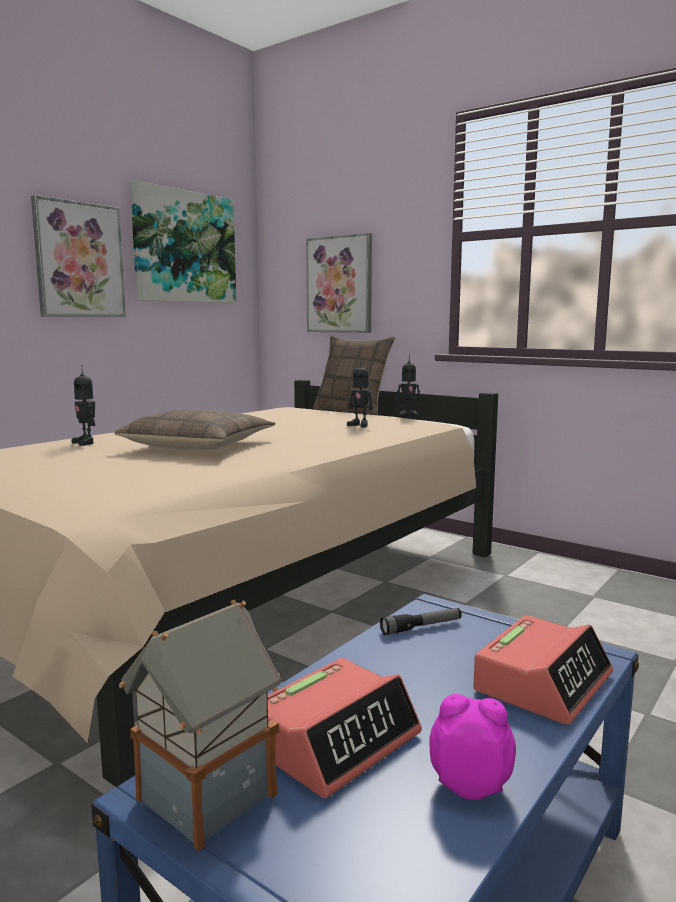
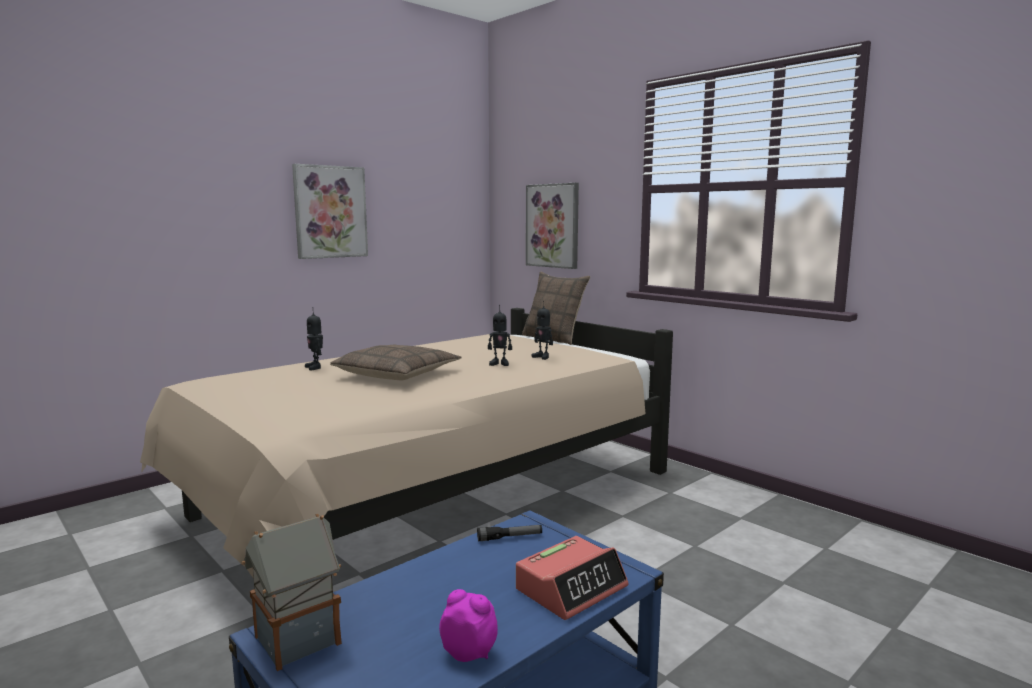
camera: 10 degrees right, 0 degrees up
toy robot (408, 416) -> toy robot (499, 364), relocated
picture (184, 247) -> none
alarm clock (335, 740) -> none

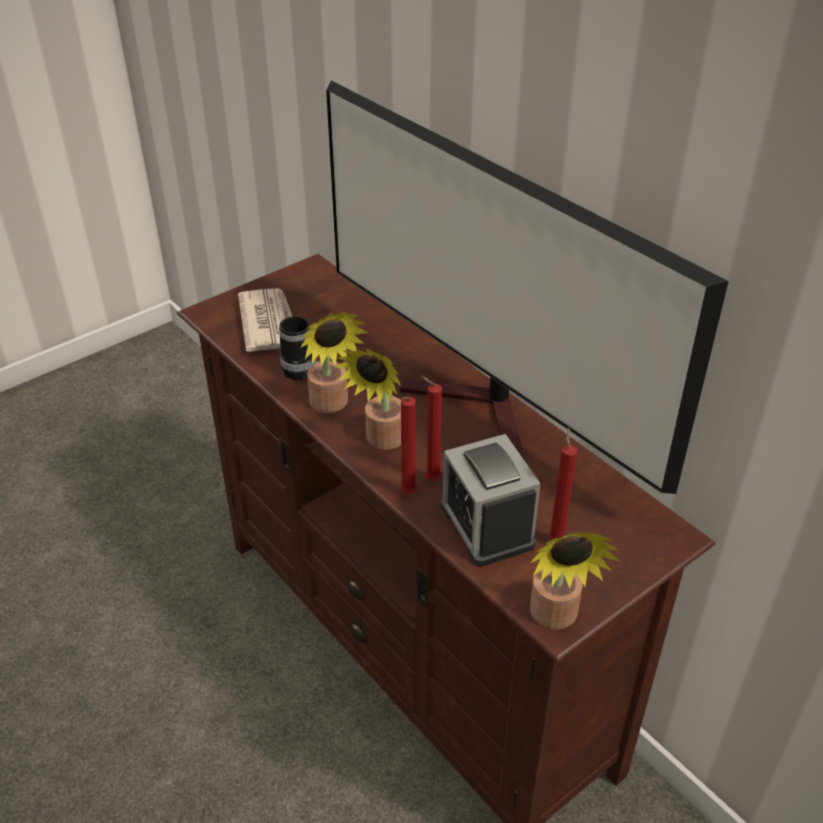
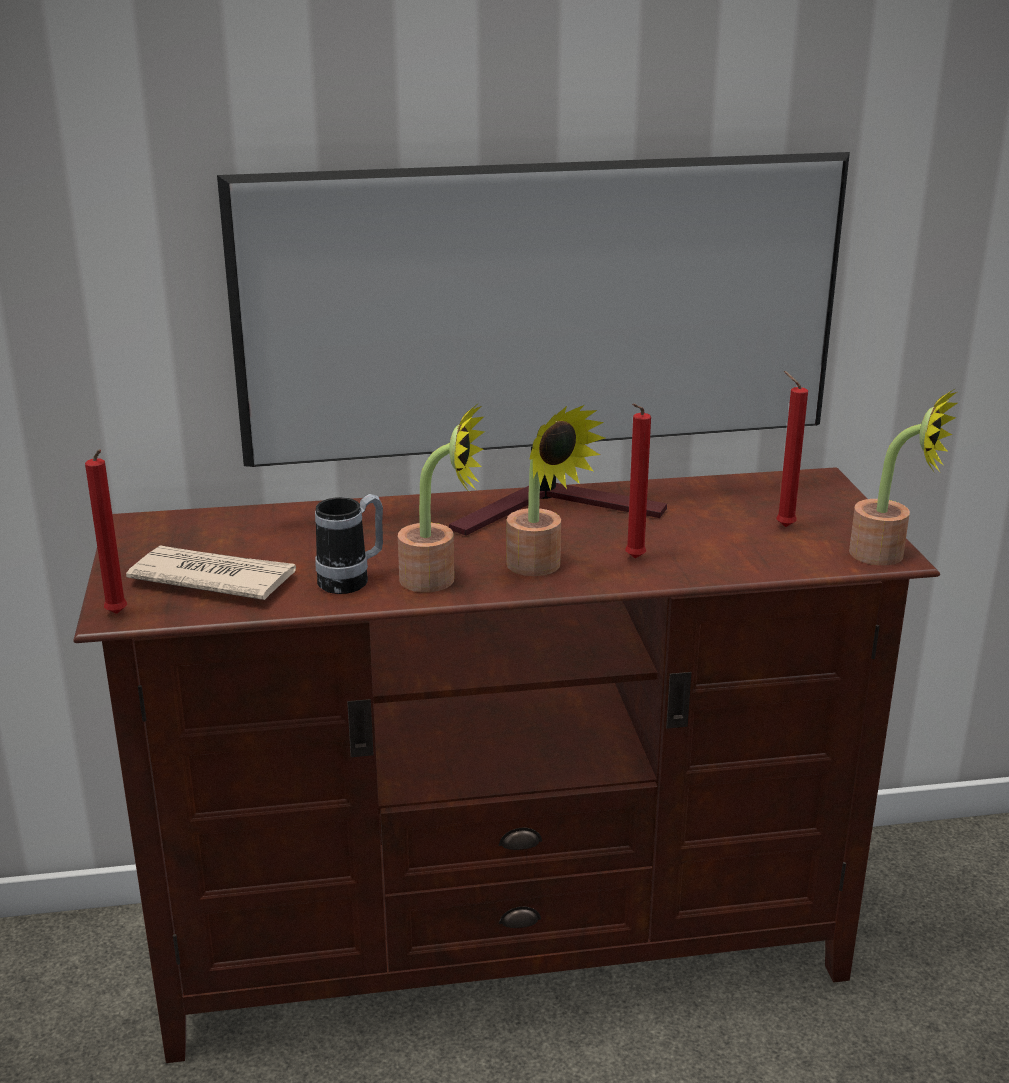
camera: 60 degrees left, 15 degrees down
red candle (407, 494) -> red candle (118, 615), relocated
alarm clock (487, 525) -> none

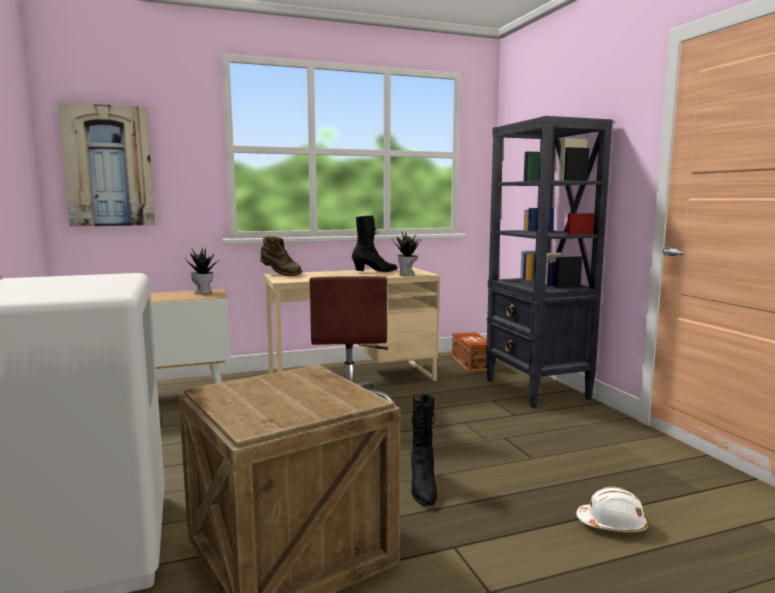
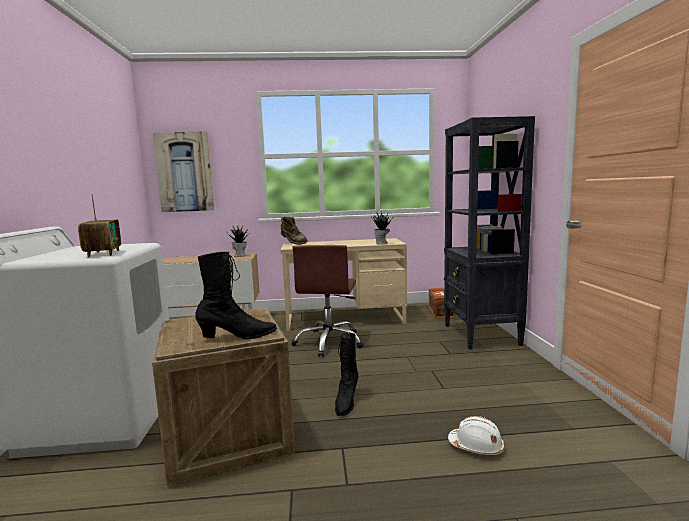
camera: 15 degrees right, 0 degrees up
none -> radio (103, 254)
black boot (375, 272) -> black boot (238, 336), relocated

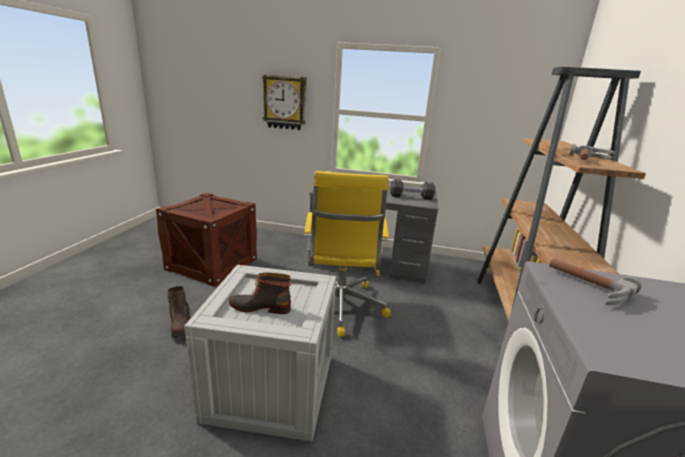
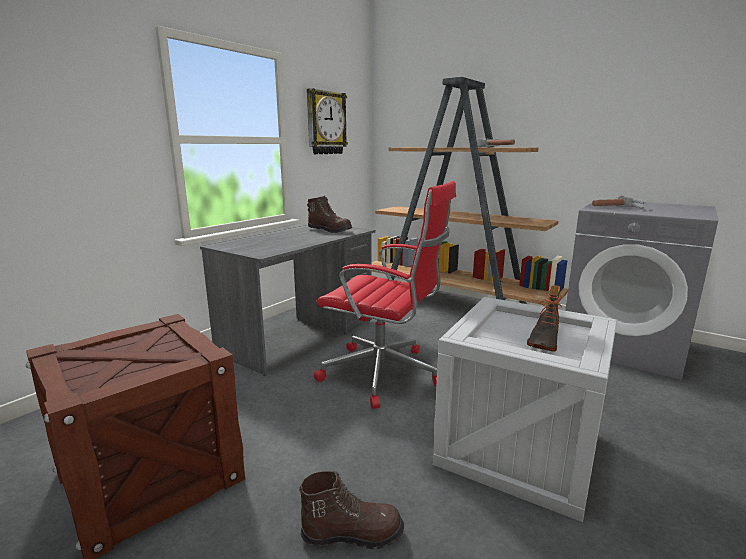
camera: 65 degrees left, 5 degrees down
wall clock (285, 103) -> wall clock (325, 123), relocated
black dumbbell (411, 197) -> brown boot (330, 230)
yellow office chair (340, 307) -> red office chair (384, 374)

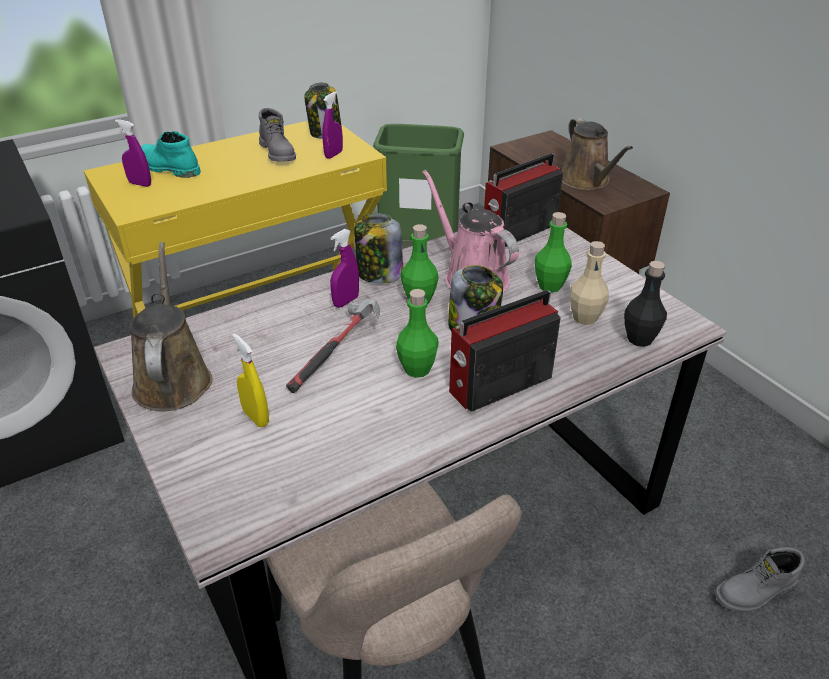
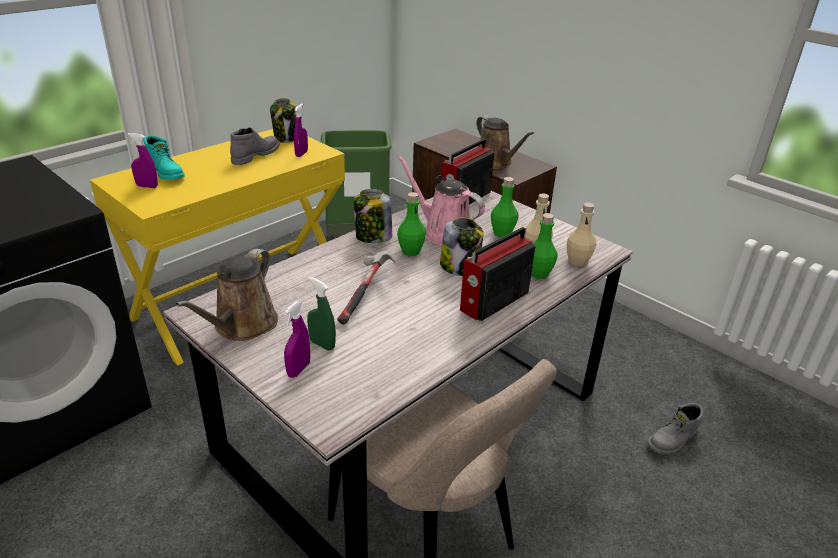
camera: 15 degrees left, 5 degrees down
turquoise boot (168, 168) -> turquoise boot (166, 173), 150 degrees counterclockwise
brown watering can (173, 378) -> brown watering can (242, 326), 135 degrees counterclockwise
grey boot (278, 153) -> grey boot (255, 155), 105 degrees counterclockwise
purple spray bottle (346, 301) -> purple spray bottle (298, 370), relocated
yellow spray bottle (256, 417) -> green spray bottle (322, 344)
green bottle (417, 369) -> green bottle (539, 274), relocated
black bottle (639, 339) -> beige bottle (577, 262)

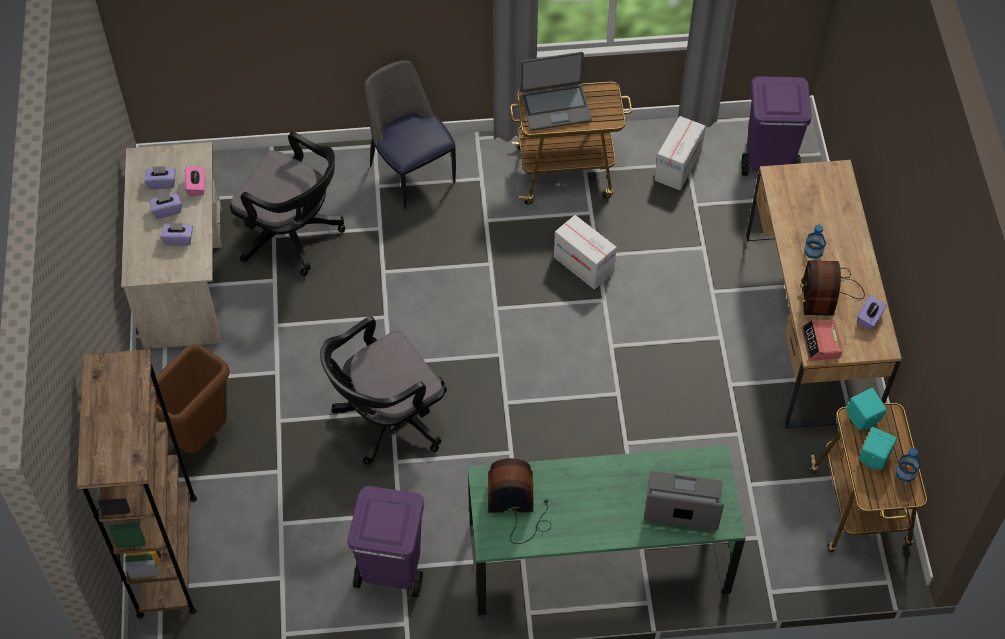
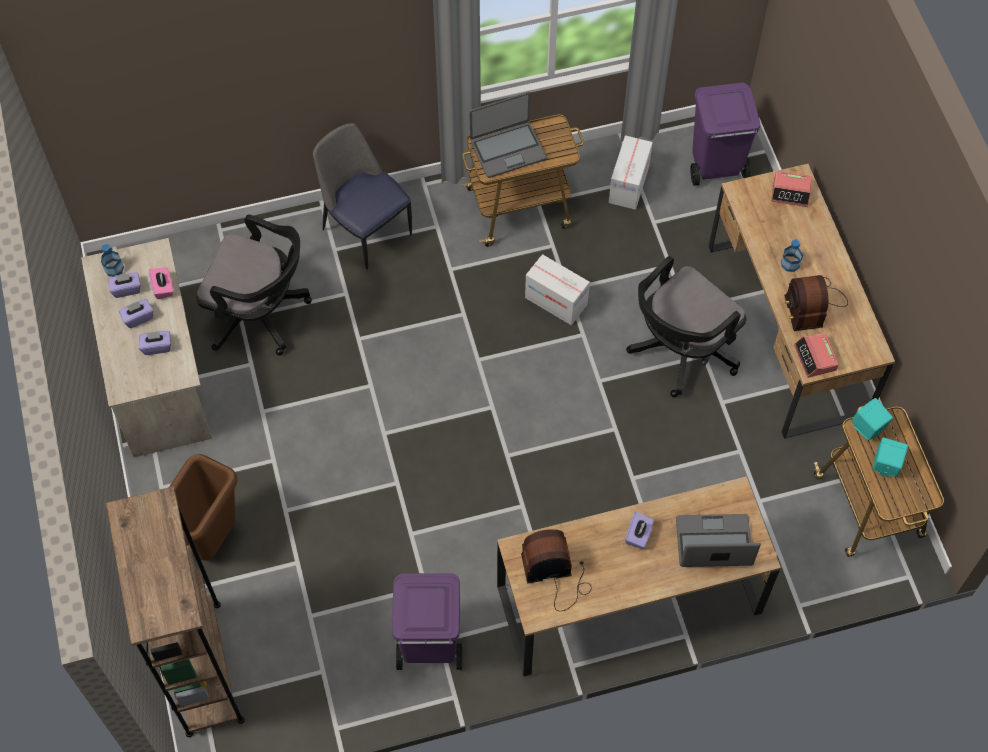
camera: 10 degrees left, 5 degrees up
bottle (905, 473) -> bottle (114, 269), relocated
green desk (598, 558) -> brown desk (629, 599)
purple tissue box (869, 318) -> purple tissue box (638, 535), relocated
black office chair (387, 420) -> black office chair (680, 352), relocated
none -> alarm clock (791, 192)

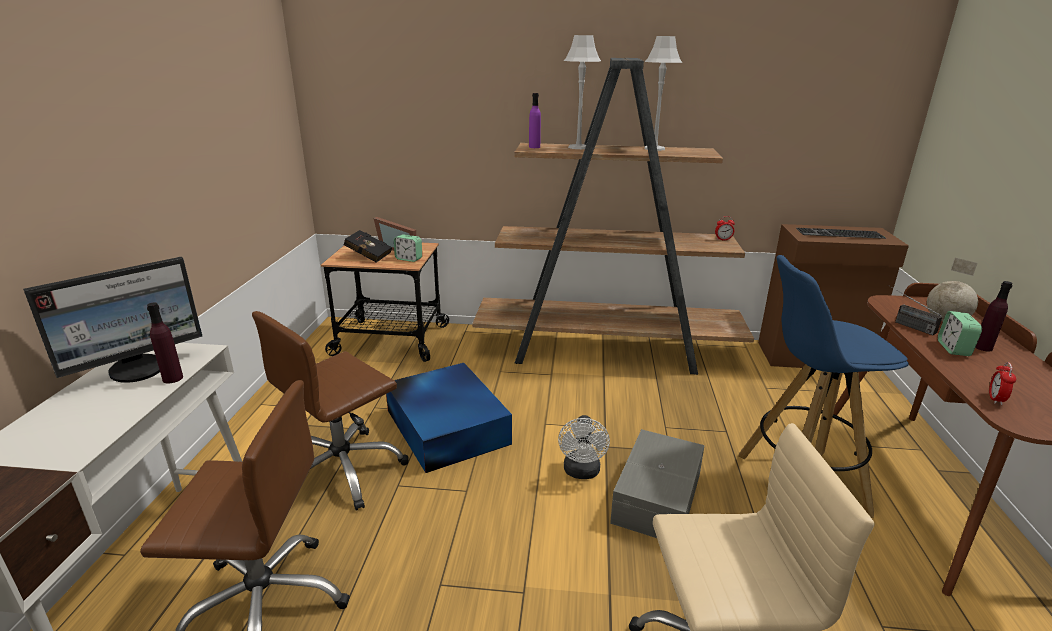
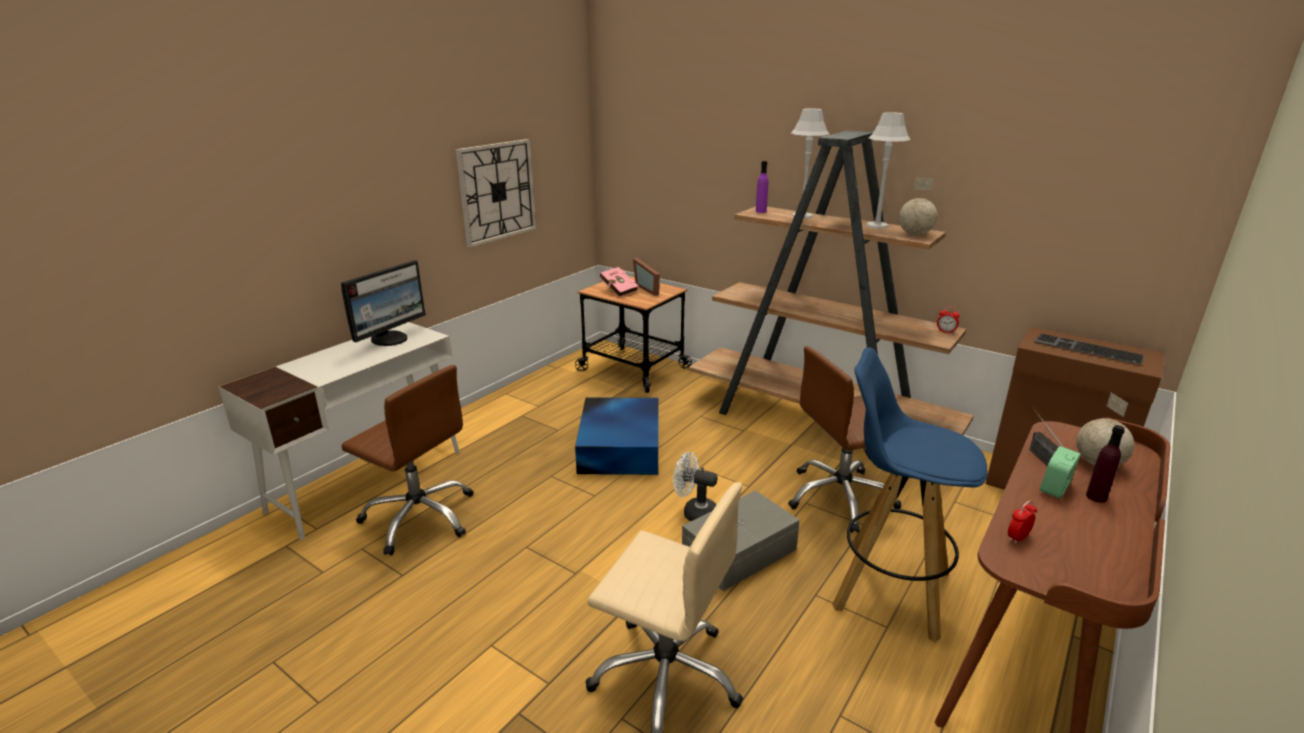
camera: 30 degrees right, 0 degrees up
monitor (138, 369) -> monitor (390, 339), 45 degrees counterclockwise
none -> wall clock (497, 191)
black book (367, 256) -> pink book (618, 290)
white fan (581, 472) -> white fan (694, 513), 75 degrees clockwise
brown office chair (343, 471) -> brown office chair (840, 498), relocated
none -> globe (915, 234)
purple bottle (173, 378) -> none
alarm clock (409, 259) -> none

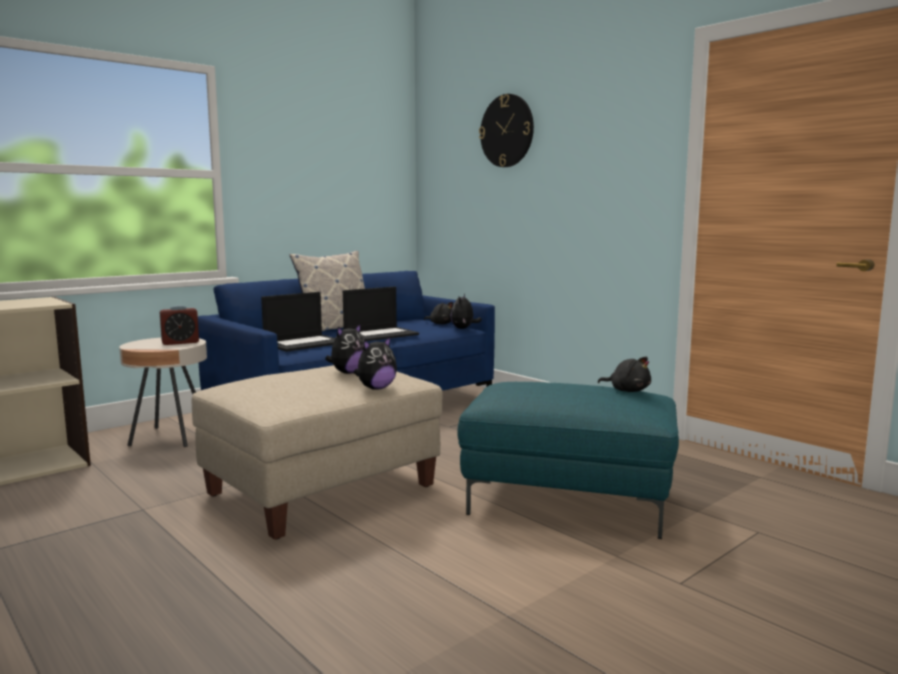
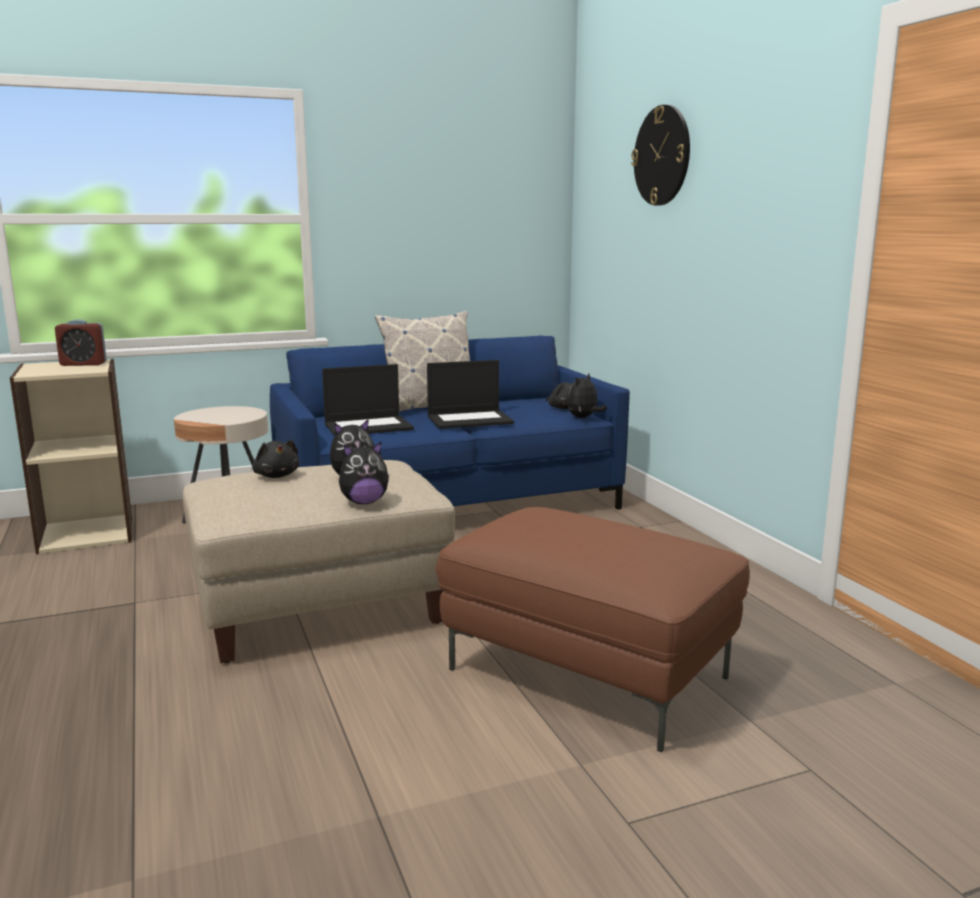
camera: 20 degrees right, 5 degrees up
alarm clock (180, 342) -> alarm clock (83, 364), relocated
black plush toy (627, 390) -> black plush toy (276, 476), relocated
turquoise ottoman (568, 500) -> brown ottoman (589, 672)

